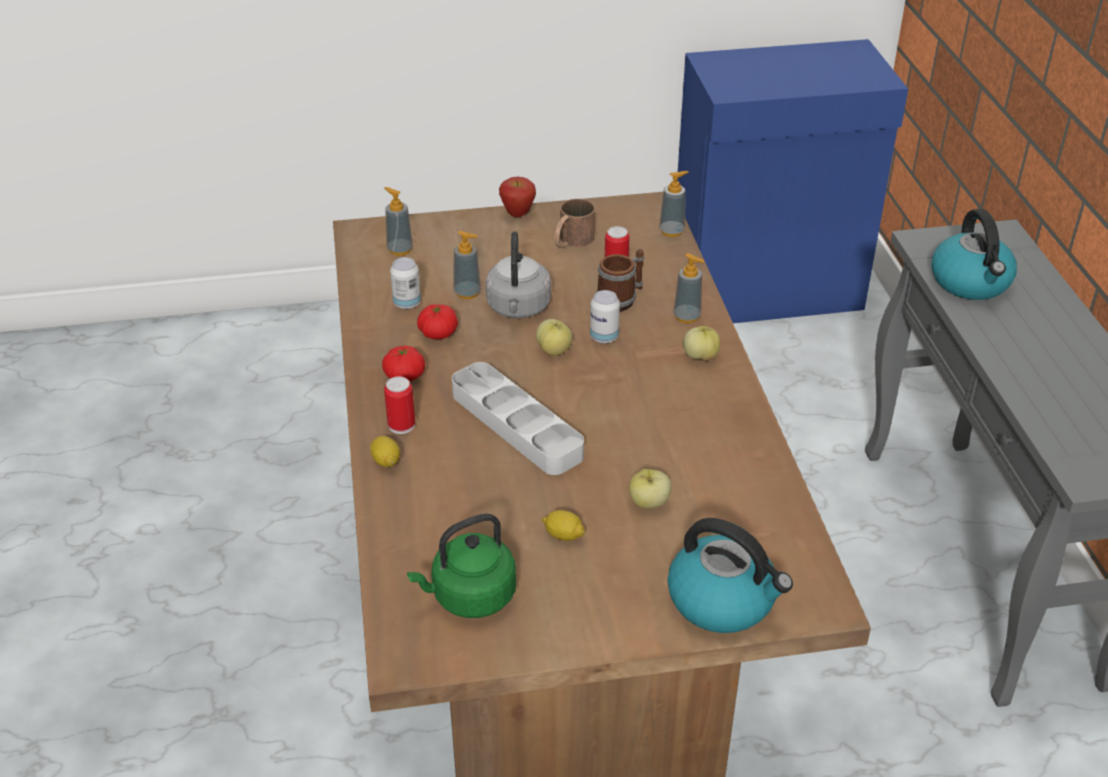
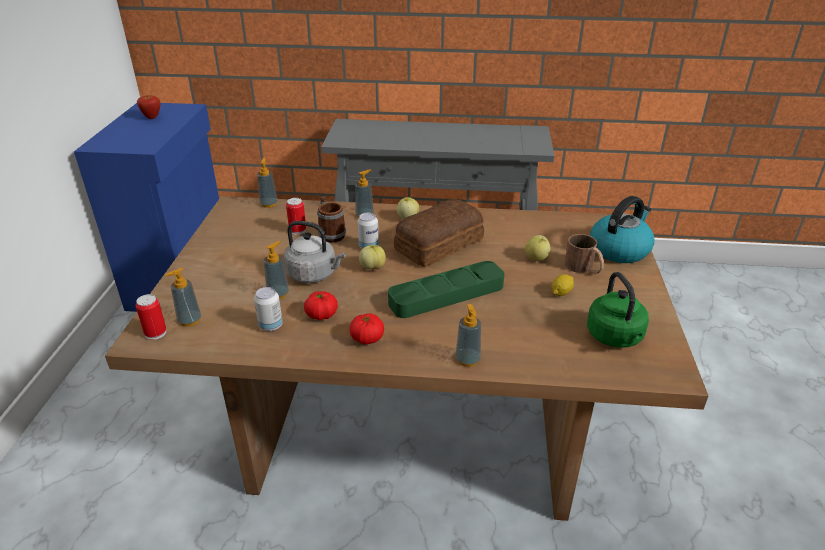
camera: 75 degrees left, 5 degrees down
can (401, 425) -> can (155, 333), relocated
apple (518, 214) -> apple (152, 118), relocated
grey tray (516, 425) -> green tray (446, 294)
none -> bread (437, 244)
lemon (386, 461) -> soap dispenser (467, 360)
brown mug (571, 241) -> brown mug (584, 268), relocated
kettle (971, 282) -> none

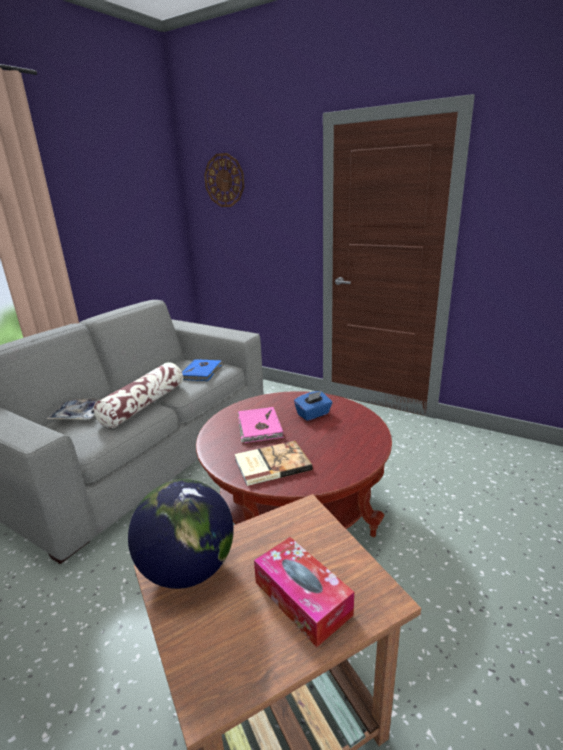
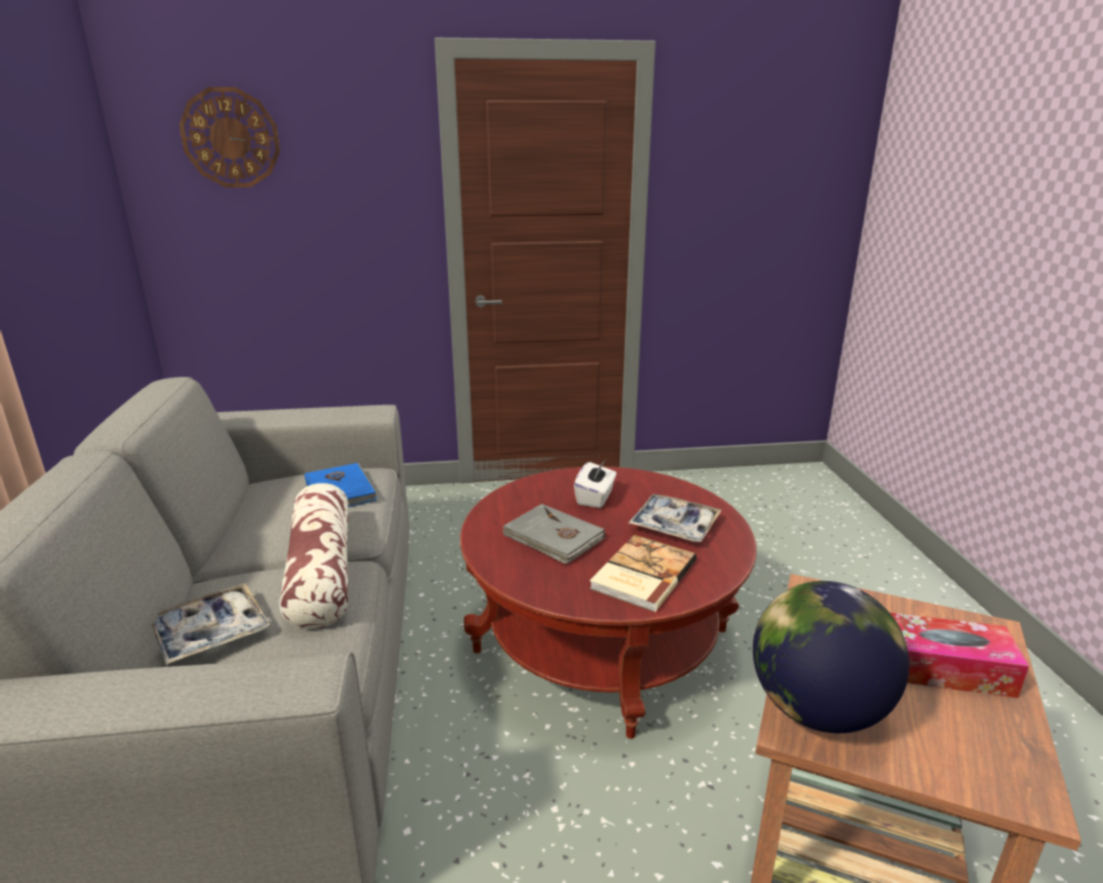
camera: 40 degrees left, 0 degrees up
pink book (259, 427) -> grey book (553, 538)
blue tissue box (313, 414) -> white tissue box (595, 498)
none -> tray (674, 525)

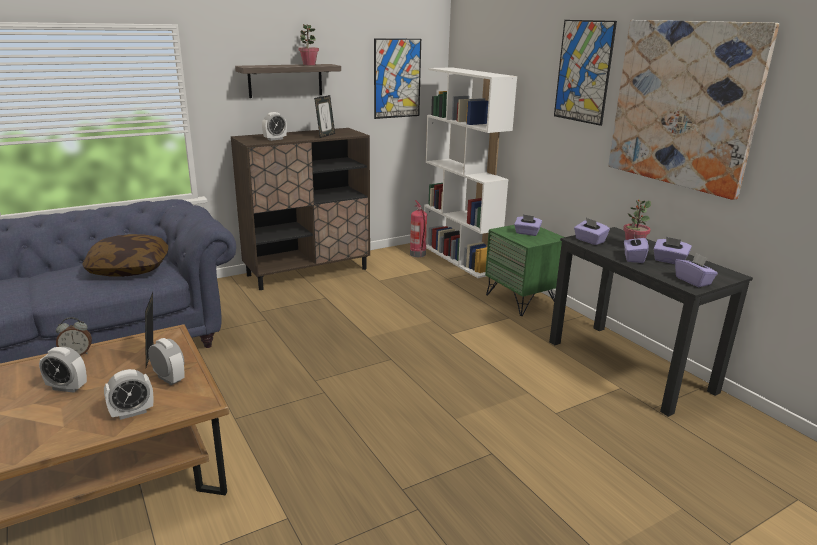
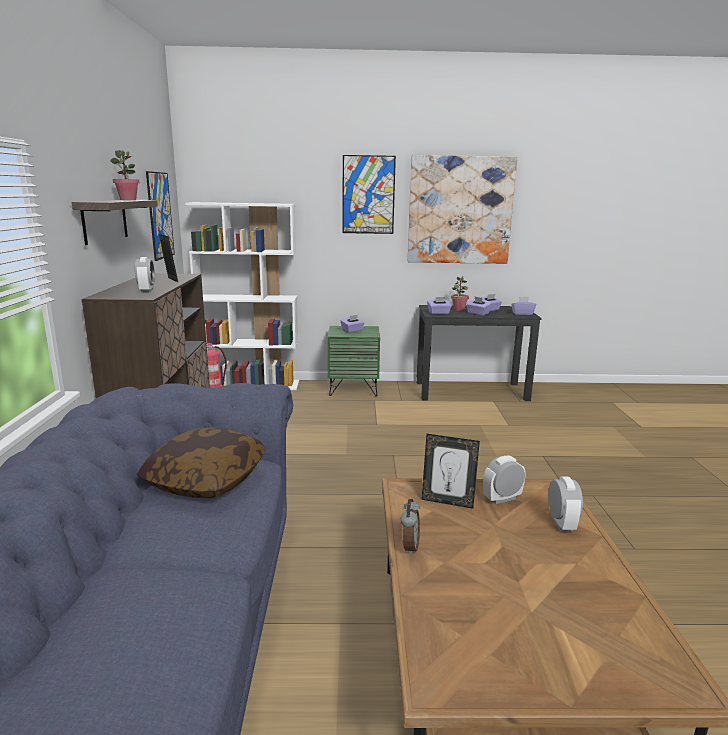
camera: 60 degrees left, 5 degrees down
alarm clock (67, 387) -> none

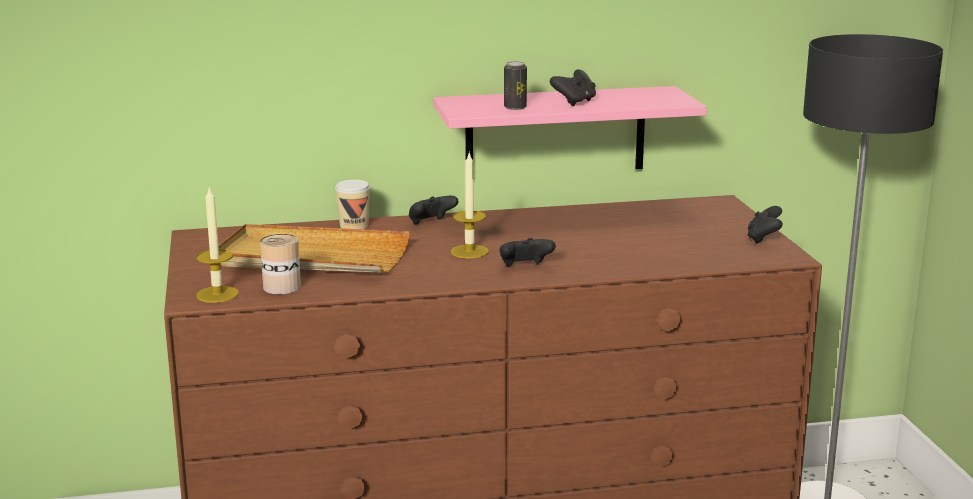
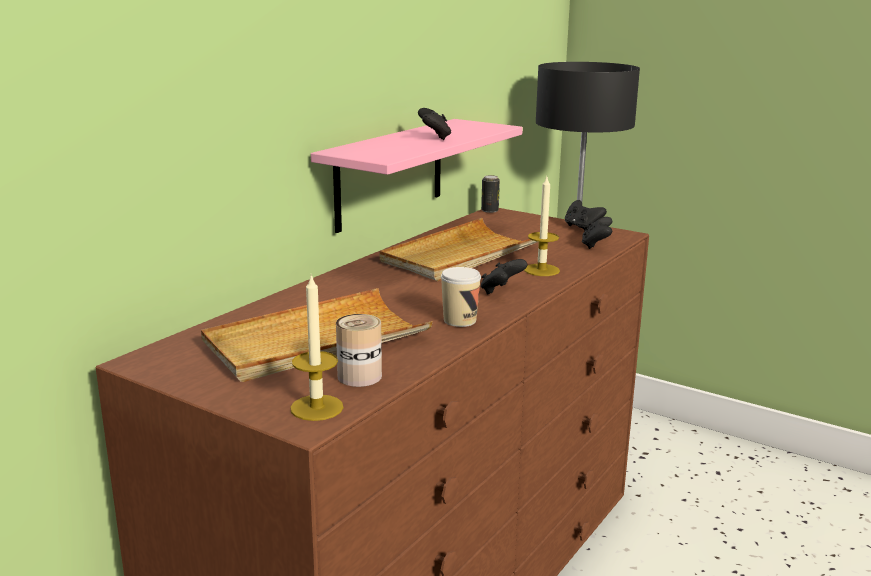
camera: 45 degrees left, 0 degrees up
none -> beige tray (461, 255)
cup (354, 226) -> cup (460, 320), relocated
can (515, 107) -> can (490, 210), relocated
candle (469, 251) -> candle (541, 270), relocated
black game controller (431, 224) -> black game controller (596, 245), relocated

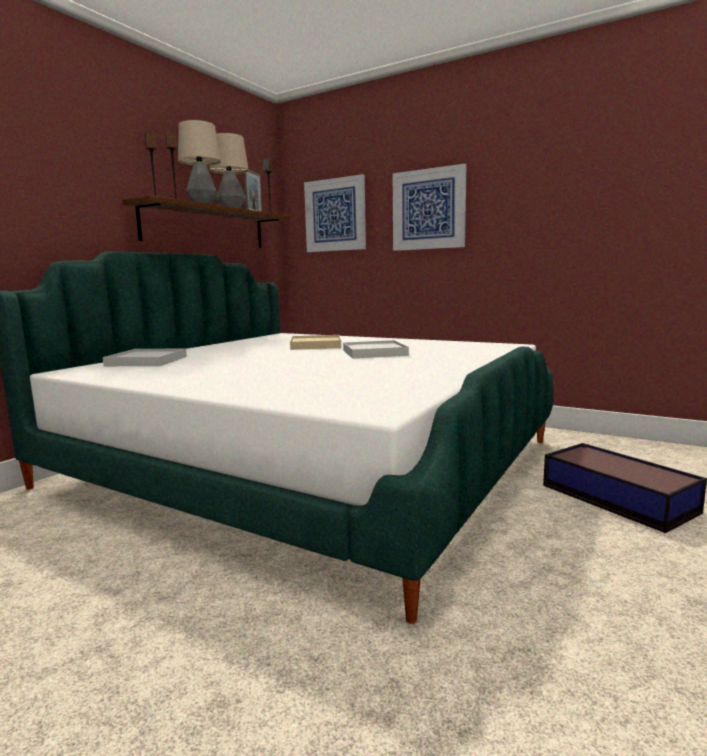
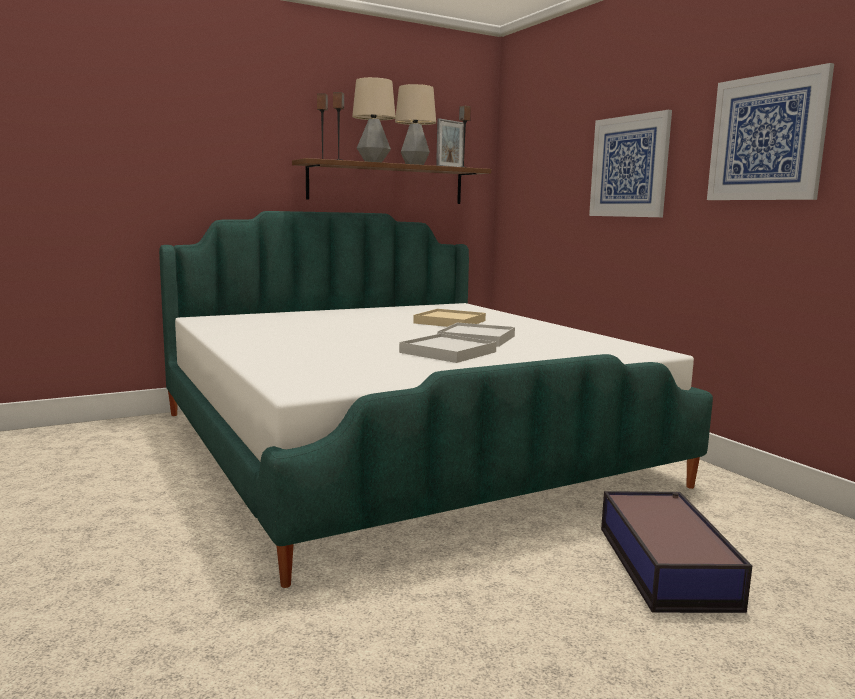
camera: 30 degrees right, 0 degrees up
white tray (147, 361) -> white tray (448, 352), relocated
picture (335, 215) -> picture (766, 138), relocated

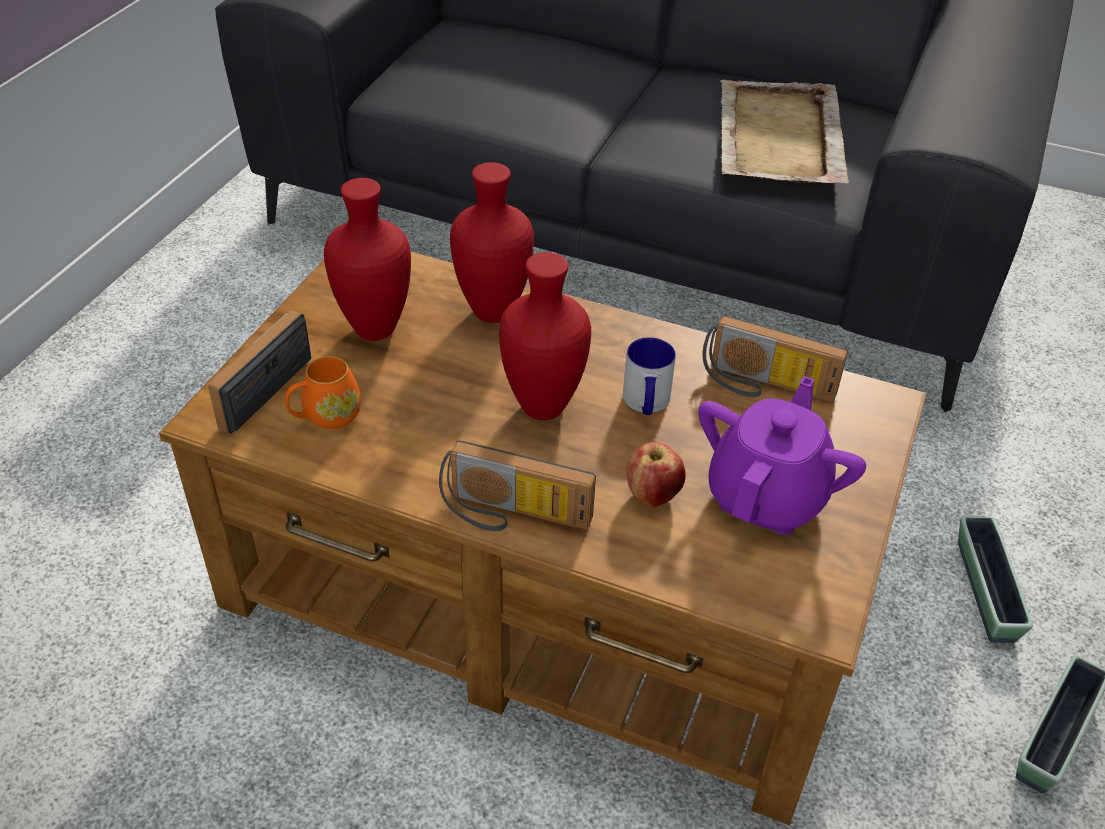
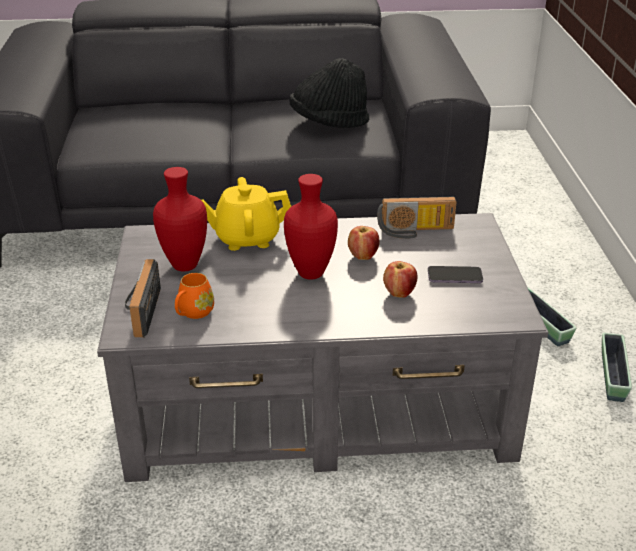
camera: 25 degrees left, 10 degrees down
brown coffee table (549, 589) -> grey coffee table (319, 402)
red vase (495, 311) -> yellow teapot (246, 238)
beige tray (778, 138) -> black hat (329, 123)
mug (646, 404) -> apple (363, 256)
purple teapot (767, 496) -> phone (454, 276)
radio (512, 515) -> none

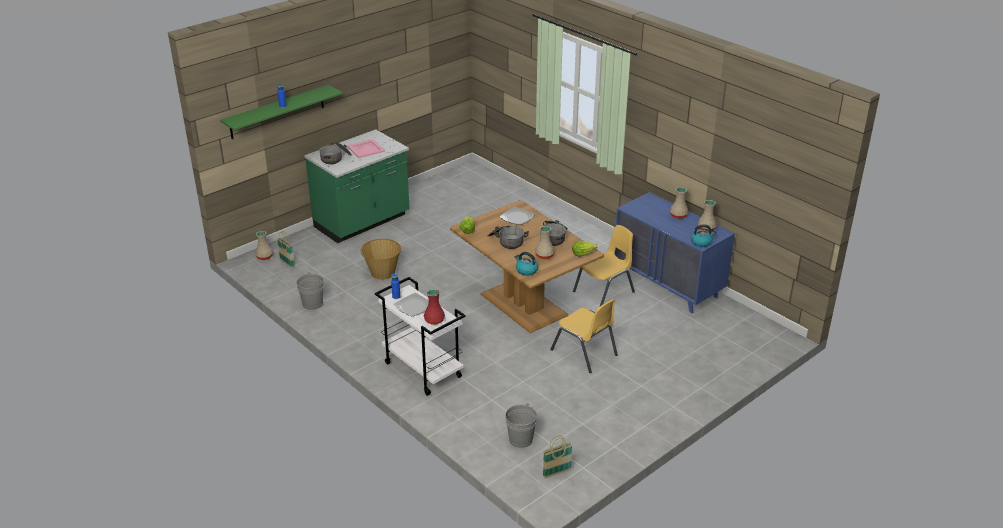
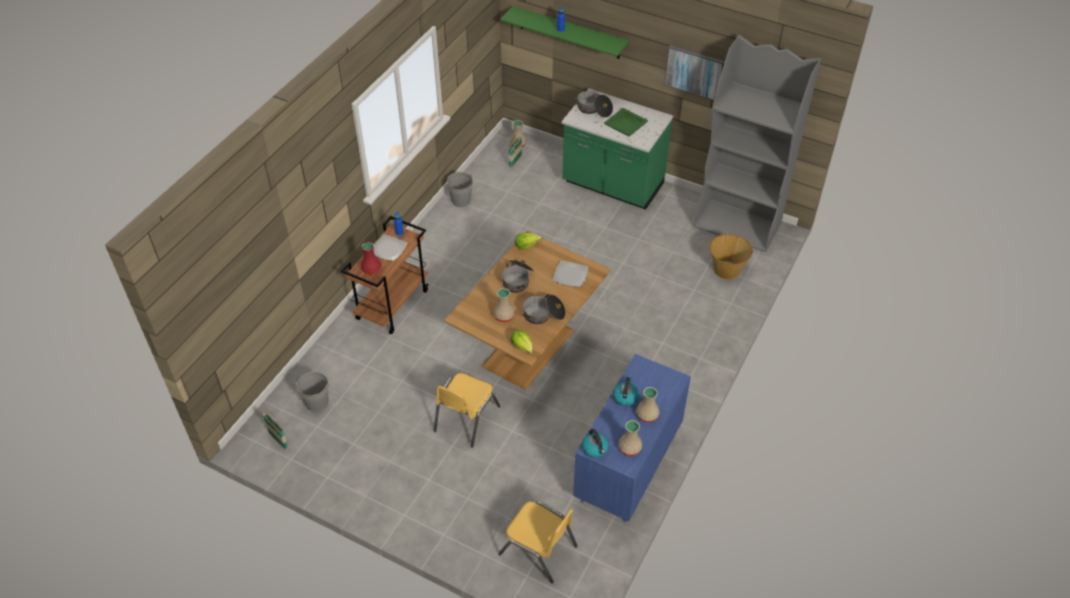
camera: 70 degrees right, 15 degrees up
white cart (422, 370) -> brown cart (392, 304)
yellow chair (604, 292) -> yellow chair (538, 550), relocated
pink tray (366, 149) -> green tray (625, 122)
kettle (526, 270) -> kettle (625, 397), relocated
none -> picture (694, 72)
none -> grey bookcase (738, 225)
basket (382, 272) -> basket (726, 269), relocated

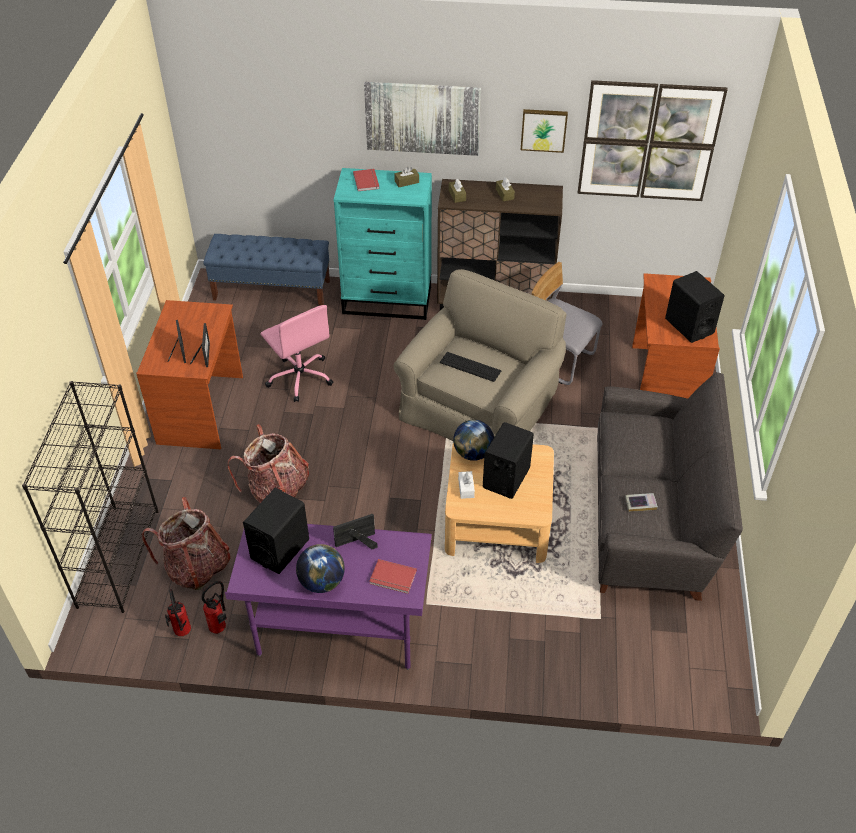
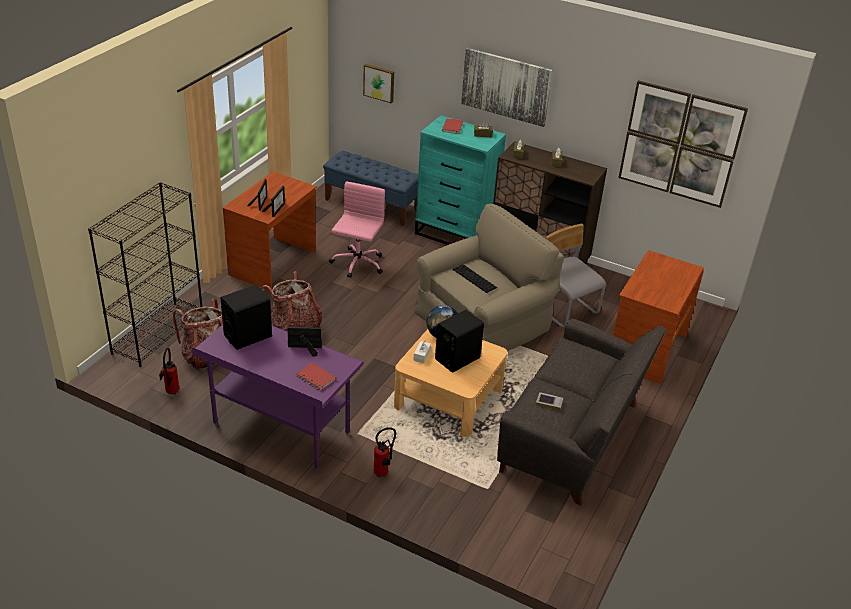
camera: 20 degrees right, 10 degrees down
pink office chair (300, 377) -> pink office chair (357, 264), 150 degrees counterclockwise
picture (543, 129) -> picture (379, 82), relocated
fire extinguisher (220, 627) -> fire extinguisher (383, 473), relocated
globe (322, 582) -> none
black speaker (689, 326) -> none

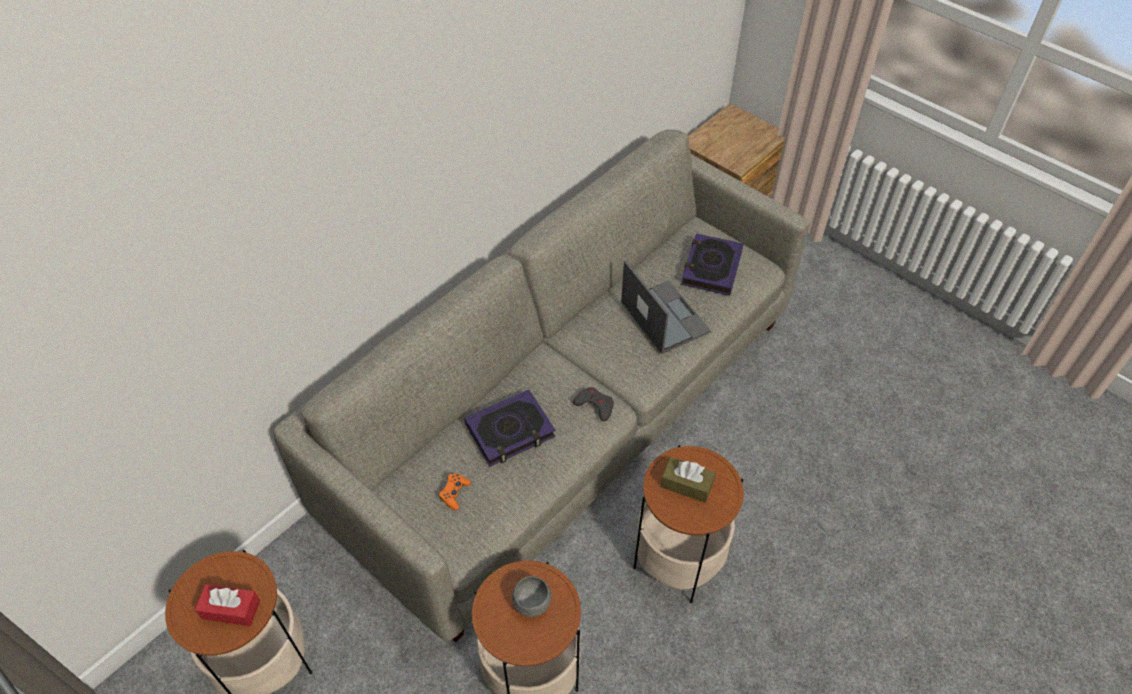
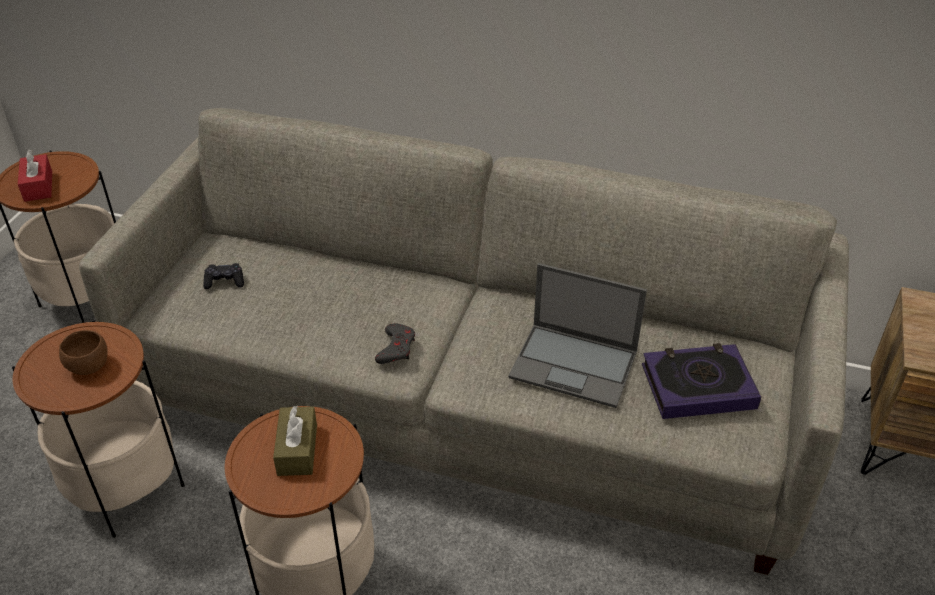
camera: 65 degrees right, 10 degrees down
grey bowl (532, 604) -> brown bowl (88, 366)
orange game controller (454, 493) -> black game controller (225, 281)
laptop (663, 316) -> laptop (575, 365), 75 degrees clockwise
book (510, 431) -> none

